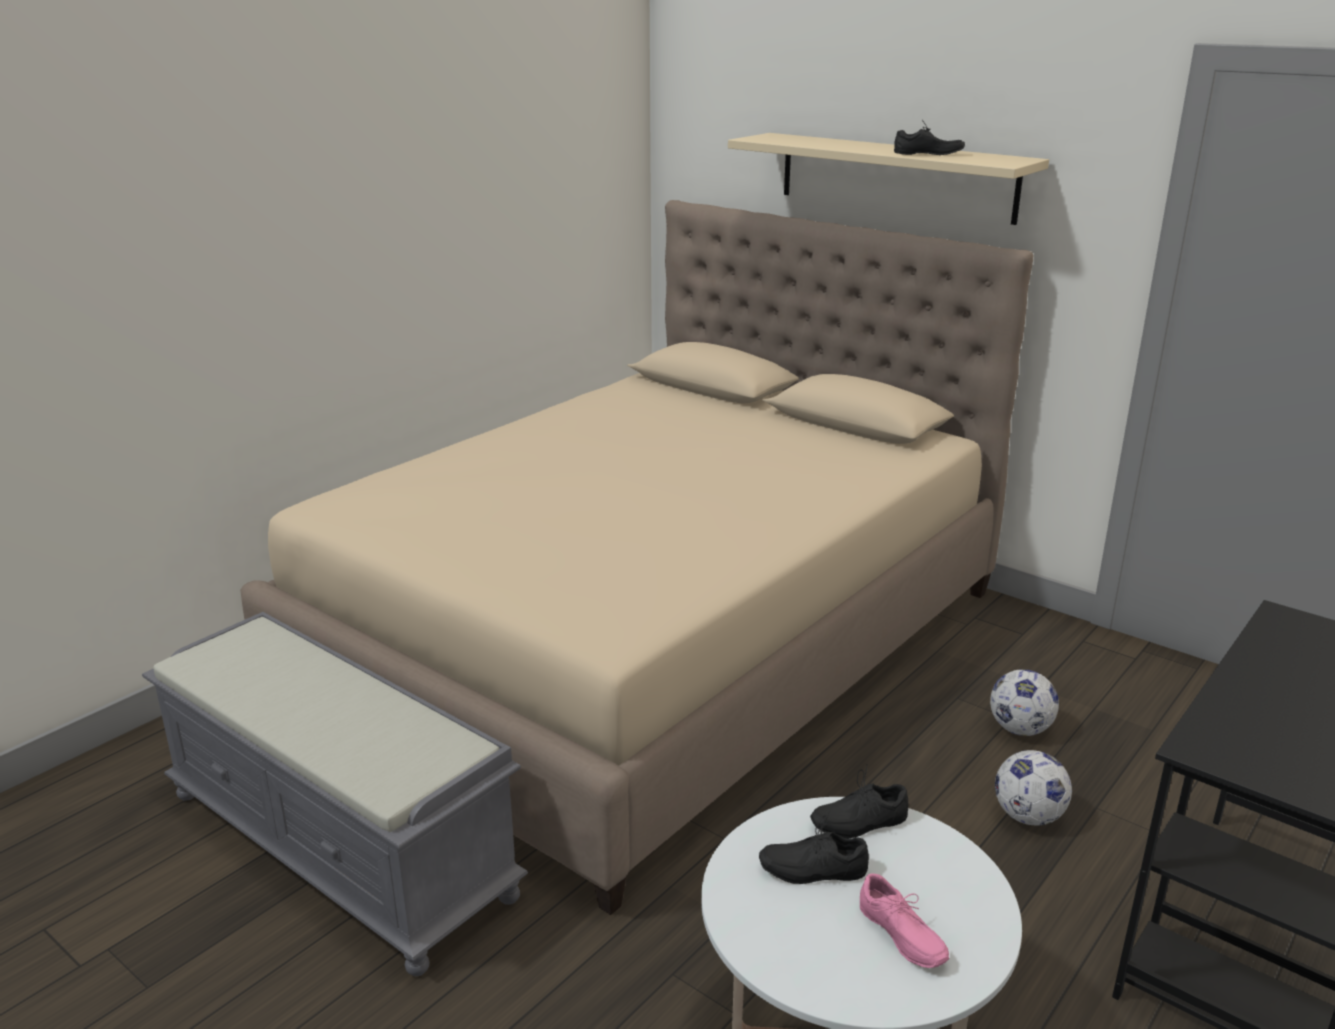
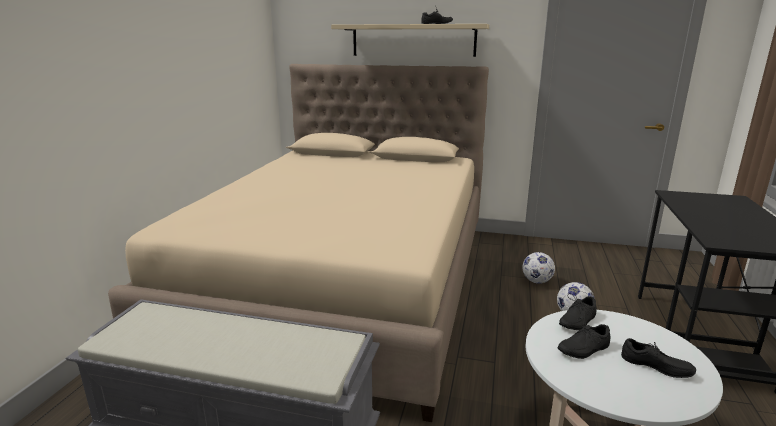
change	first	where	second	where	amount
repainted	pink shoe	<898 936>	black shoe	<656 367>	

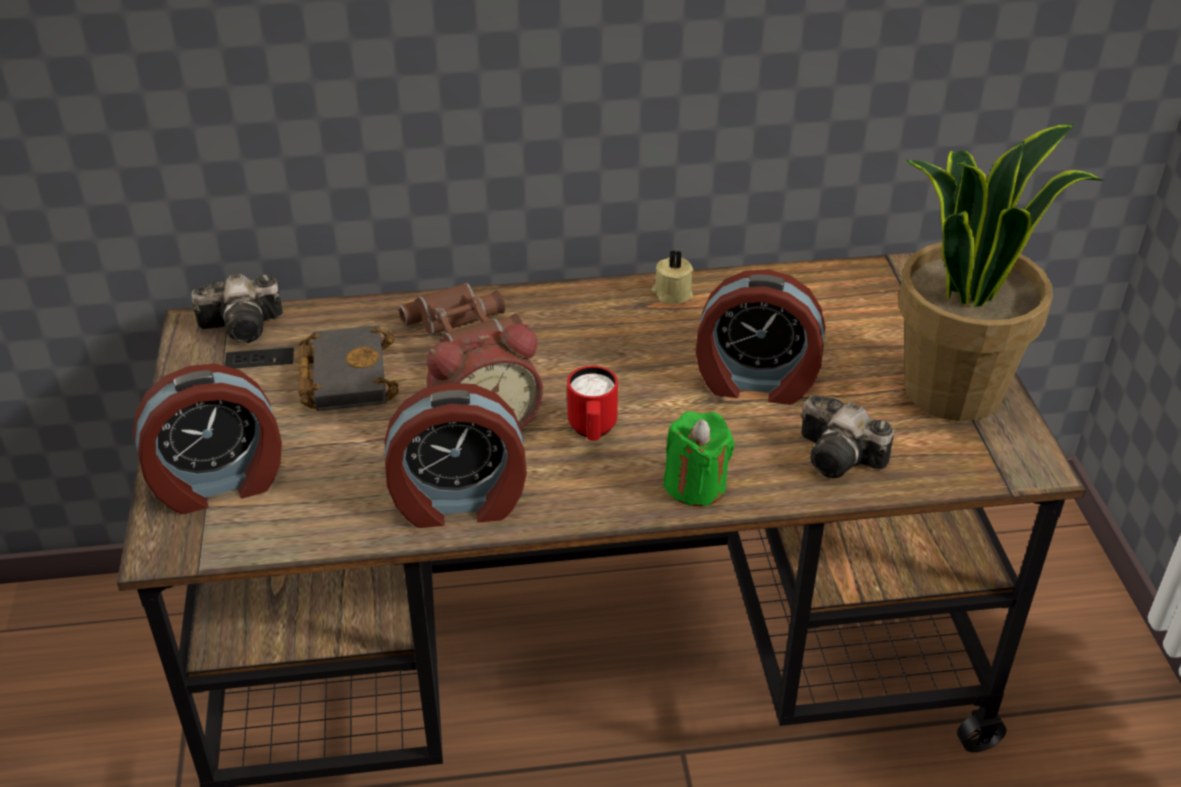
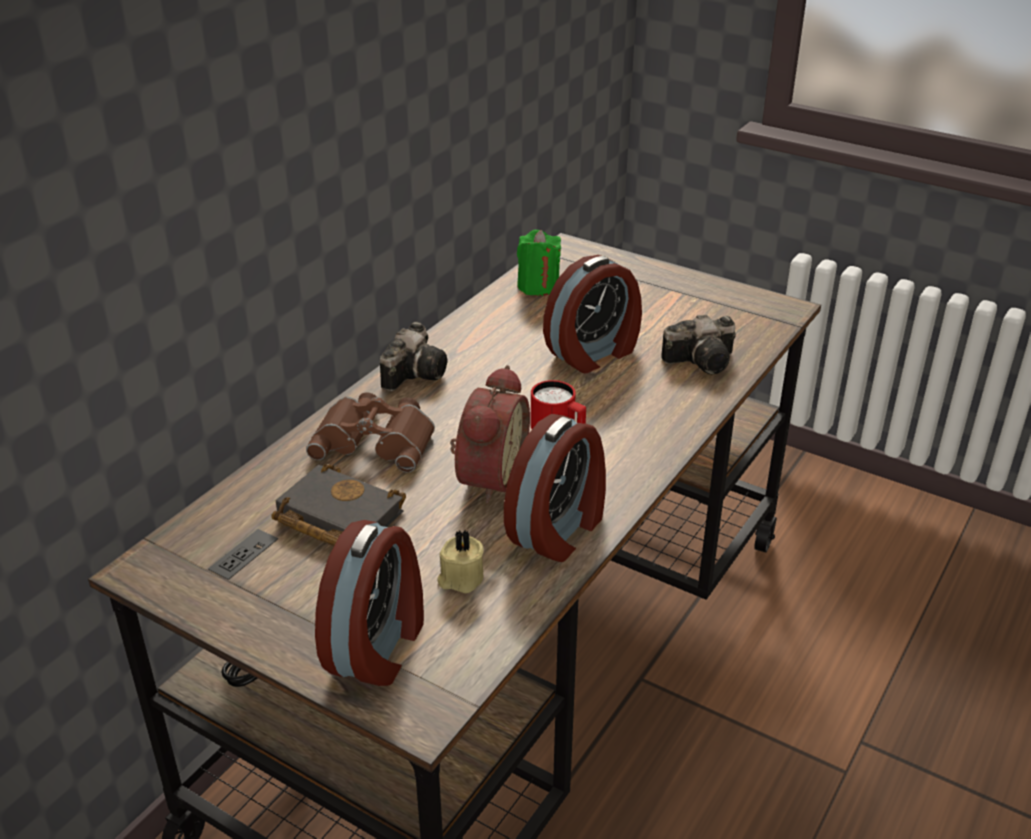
change	first	where	second	where	amount
gone	potted plant	<952 388>			
shifted	beige candle	<671 293>		<460 578>	
shifted	photo camera	<246 325>		<415 372>	
shifted	green candle	<695 485>		<538 286>	

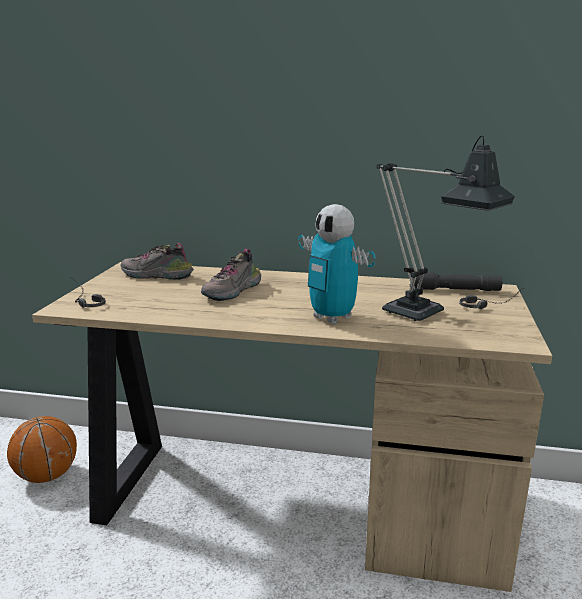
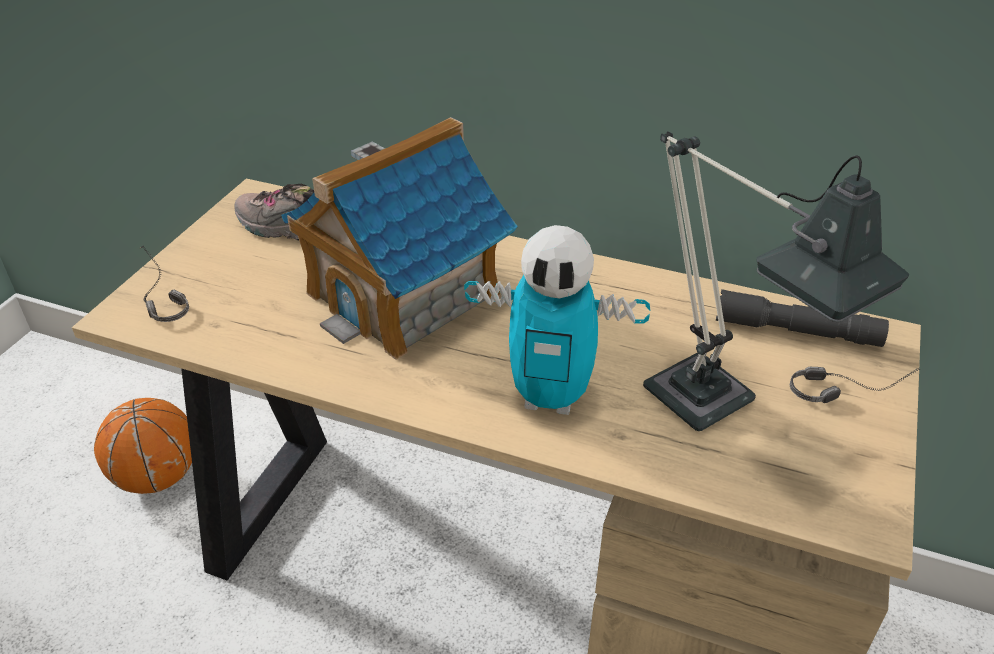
change	first	where	second	where	amount
rotated	toy robot	<332 318>		<550 397>	45 degrees counterclockwise
swapped	shoe	<233 292>	toy house	<405 294>	

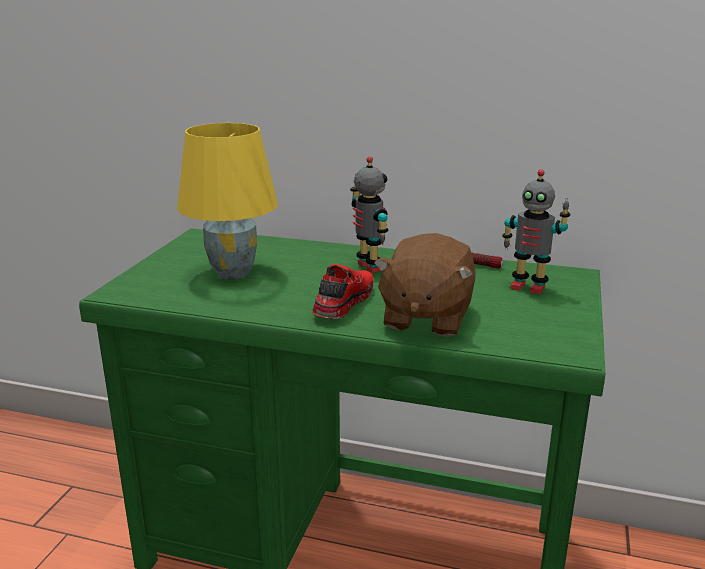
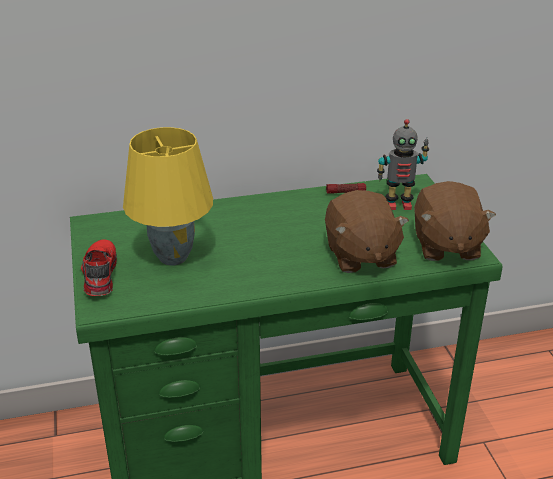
change	first	where	second	where	amount
gone	toy robot	<369 267>			
shifted	red shoe	<342 302>		<99 274>	
new			brown plush toy	<445 246>	

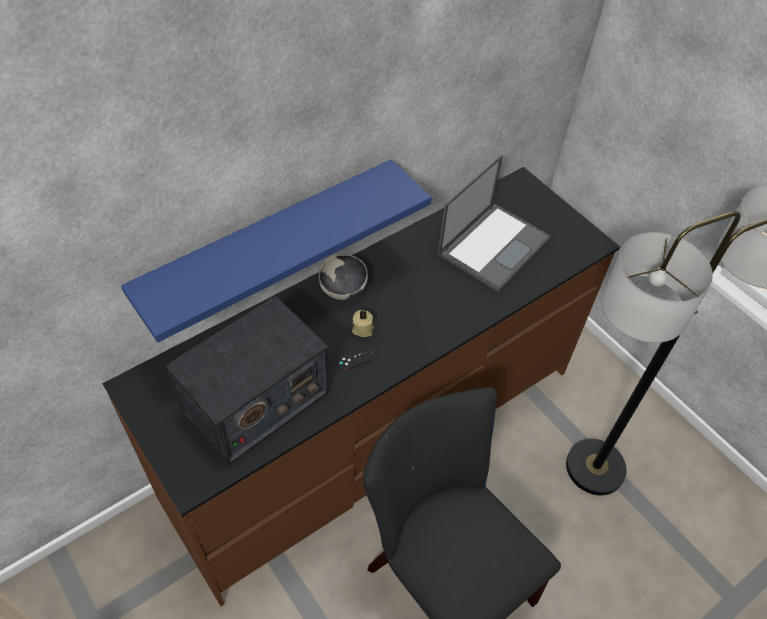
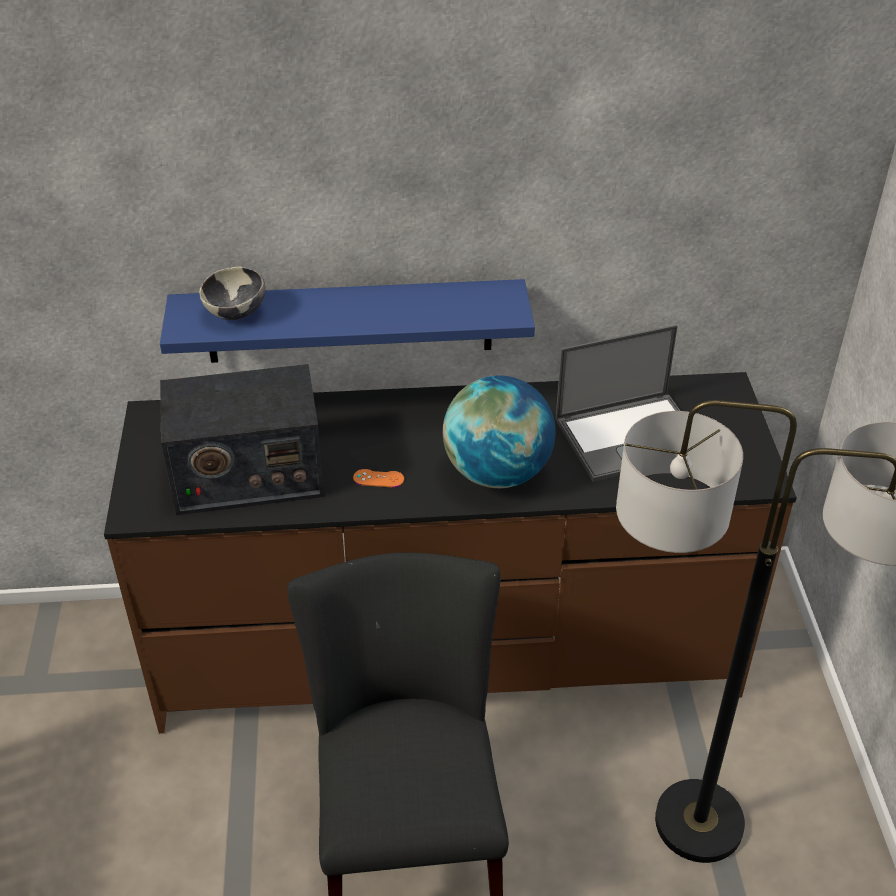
change	first	where	second	where	amount
shifted	bowl	<343 290>		<236 313>	
gone	beige candle	<362 328>			
repainted	black game controller	<356 358>	orange game controller	<378 478>	
new			globe	<497 473>	

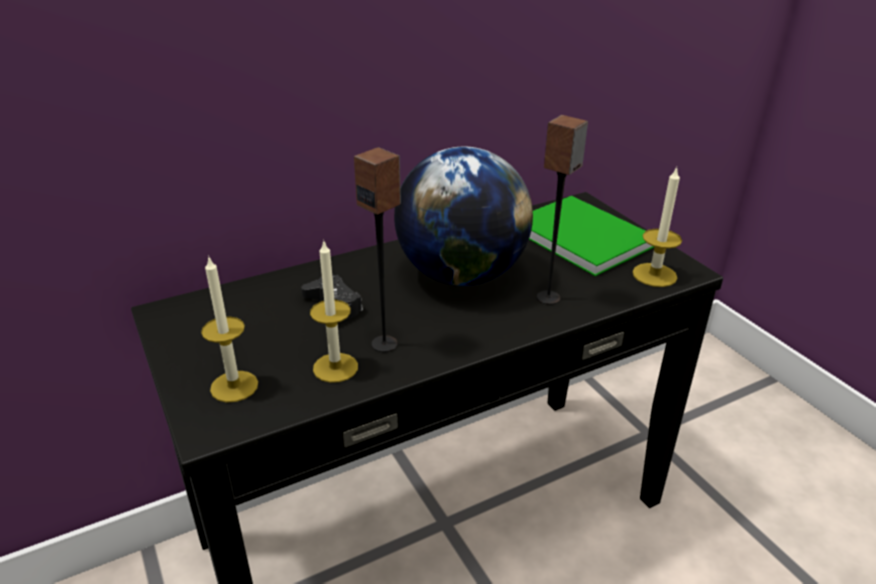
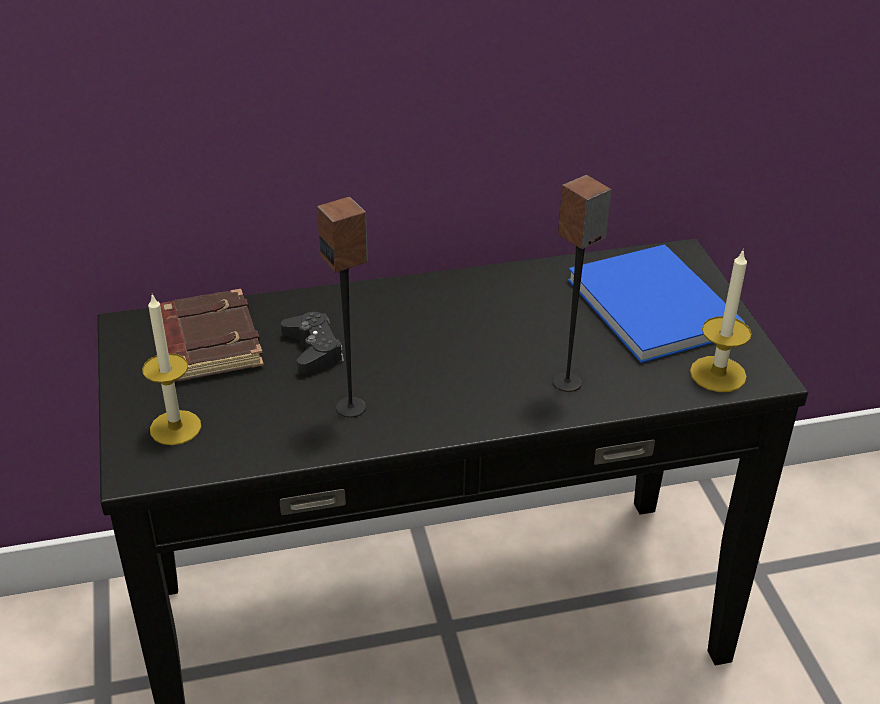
change	first	where	second	where	amount
gone	globe	<461 275>			
repainted	green book	<581 235>	blue book	<654 302>	
gone	candle	<335 367>			
new			brown book	<207 343>	

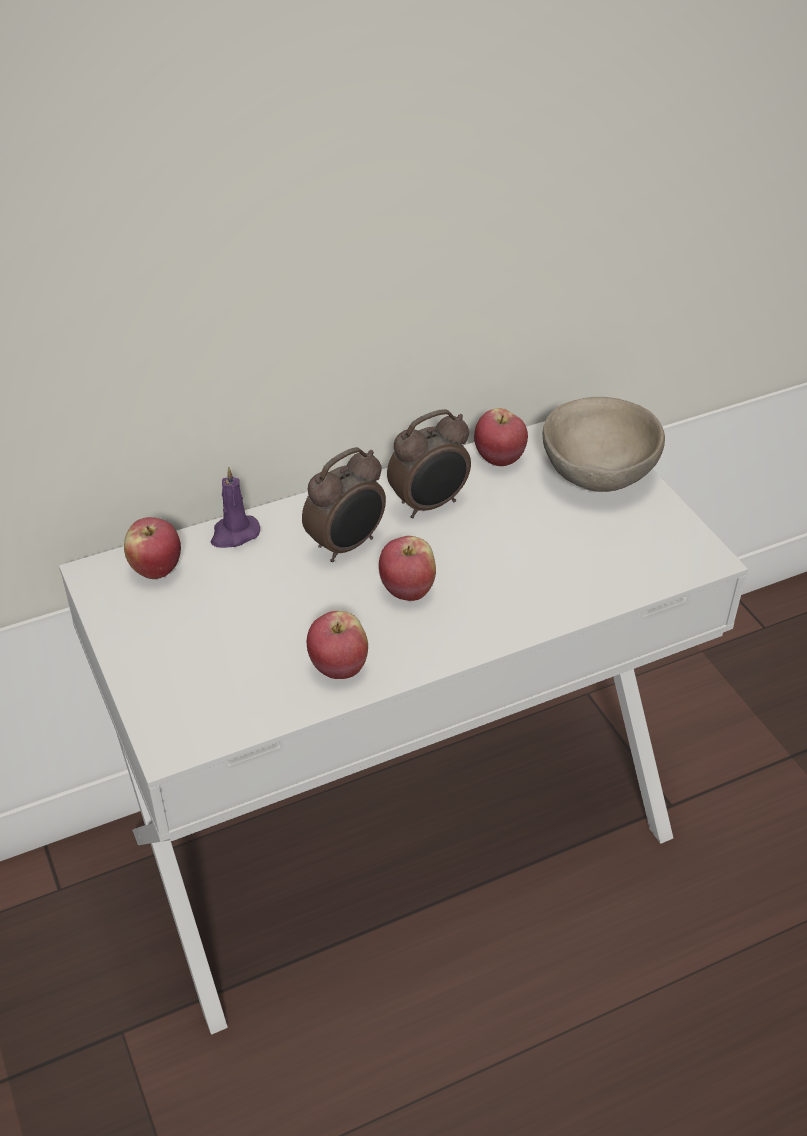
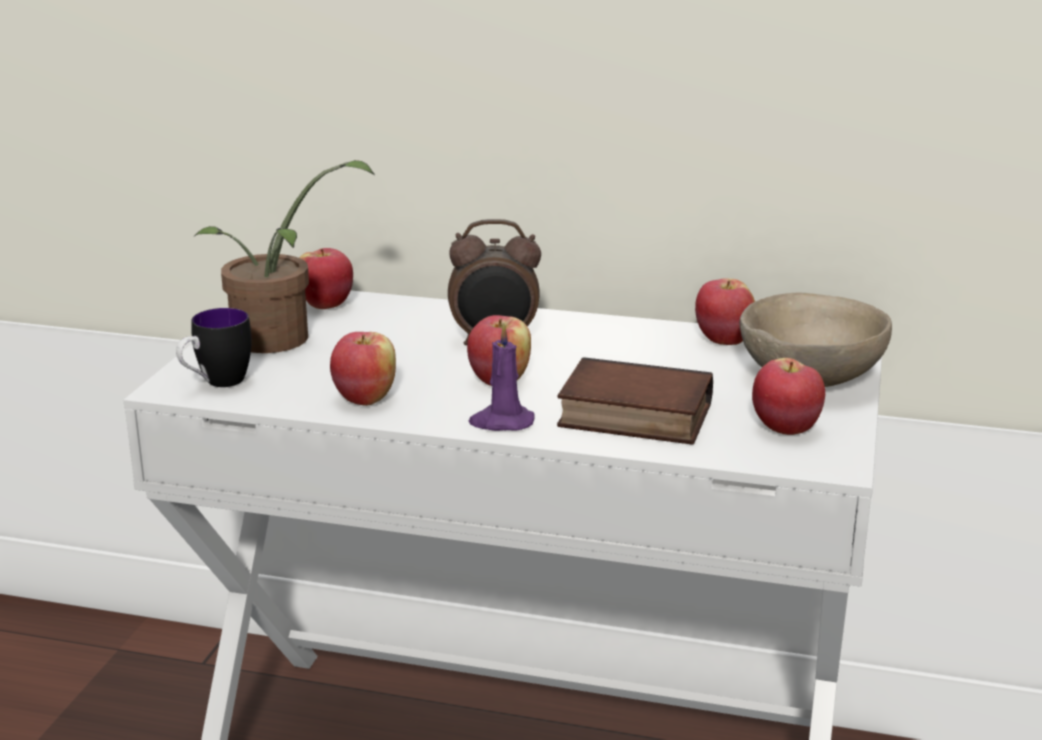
change	first	where	second	where	amount
gone	alarm clock	<430 505>			
shifted	purple candle	<234 534>		<501 422>	
new			potted plant	<280 340>	
new			mug	<216 383>	
new			book	<632 416>	
new			apple	<785 428>	

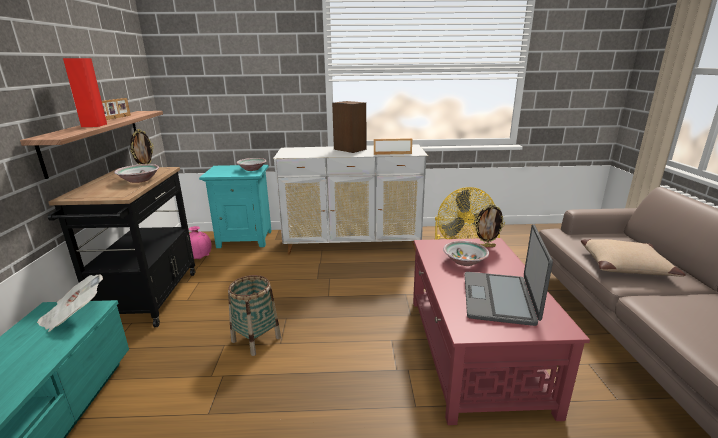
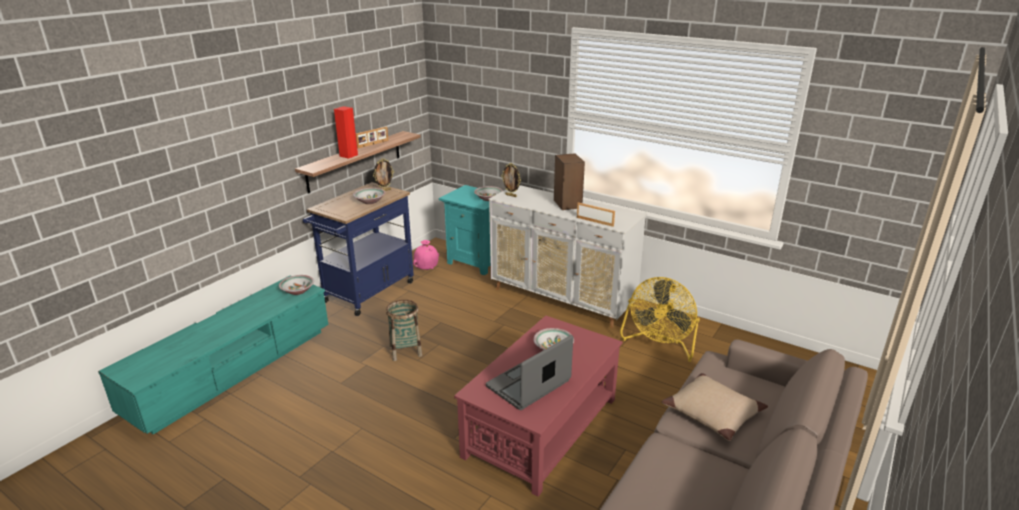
change	first	where	second	where	amount
repainted	black cart	<148 300>	blue cart	<367 293>	
shifted	picture frame	<486 246>		<511 195>	
swapped	newspaper	<74 316>	bowl	<297 291>	

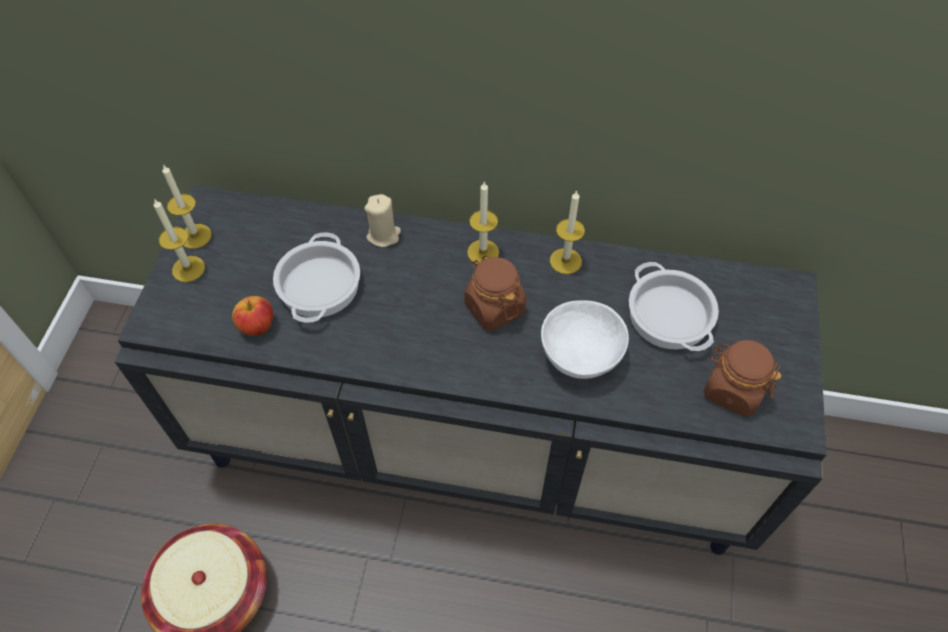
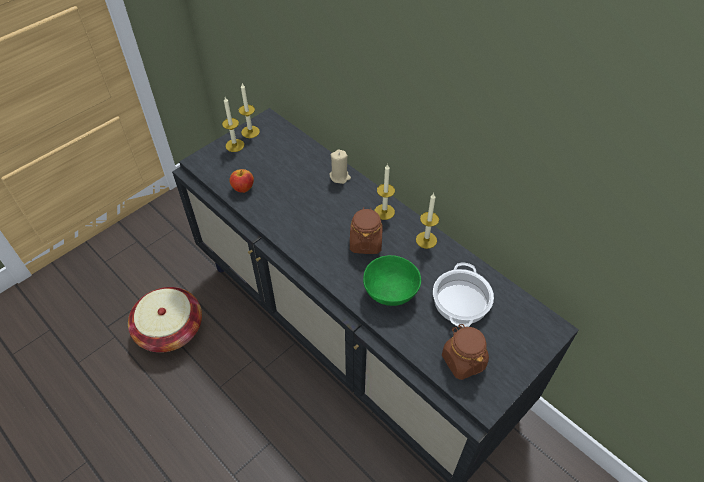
change	first	where	second	where	amount
gone	cooking pot	<318 285>			
repainted	white bowl	<578 356>	green bowl	<389 292>	

